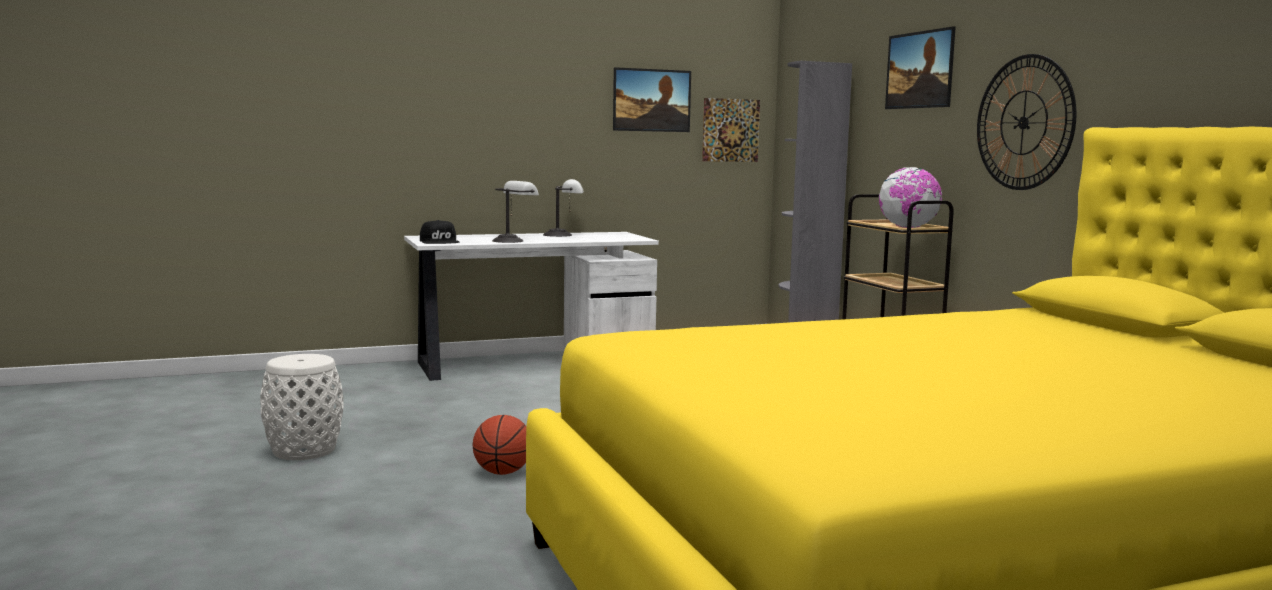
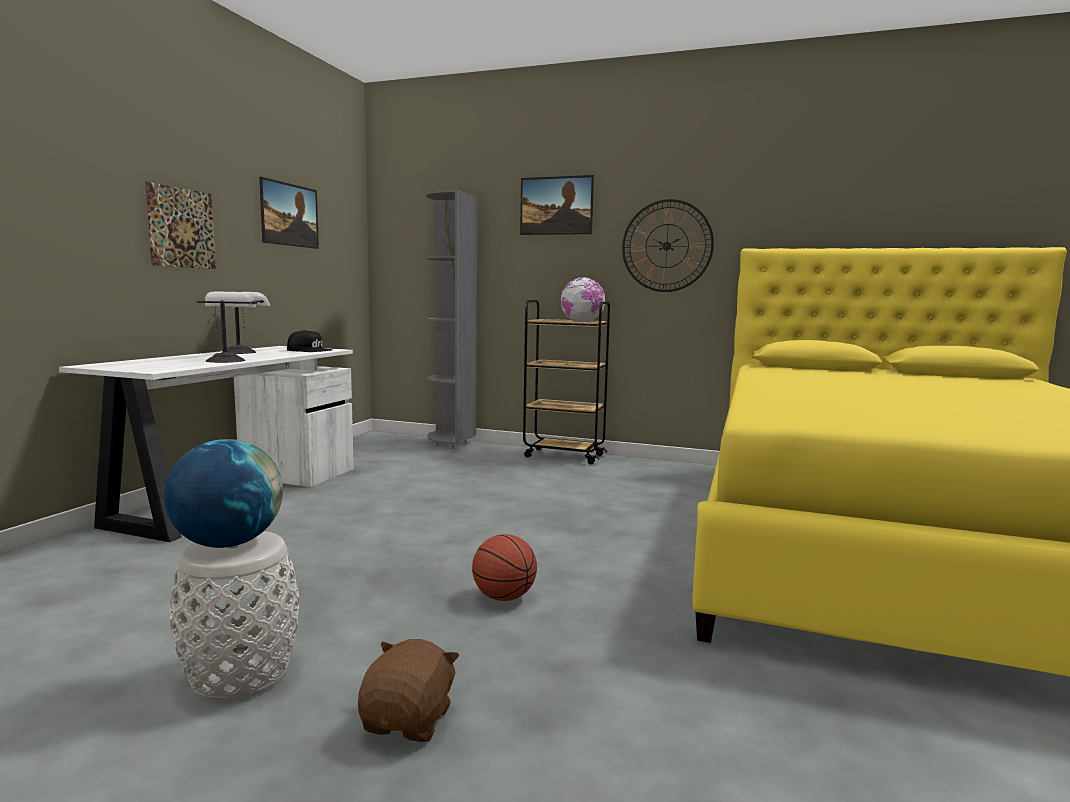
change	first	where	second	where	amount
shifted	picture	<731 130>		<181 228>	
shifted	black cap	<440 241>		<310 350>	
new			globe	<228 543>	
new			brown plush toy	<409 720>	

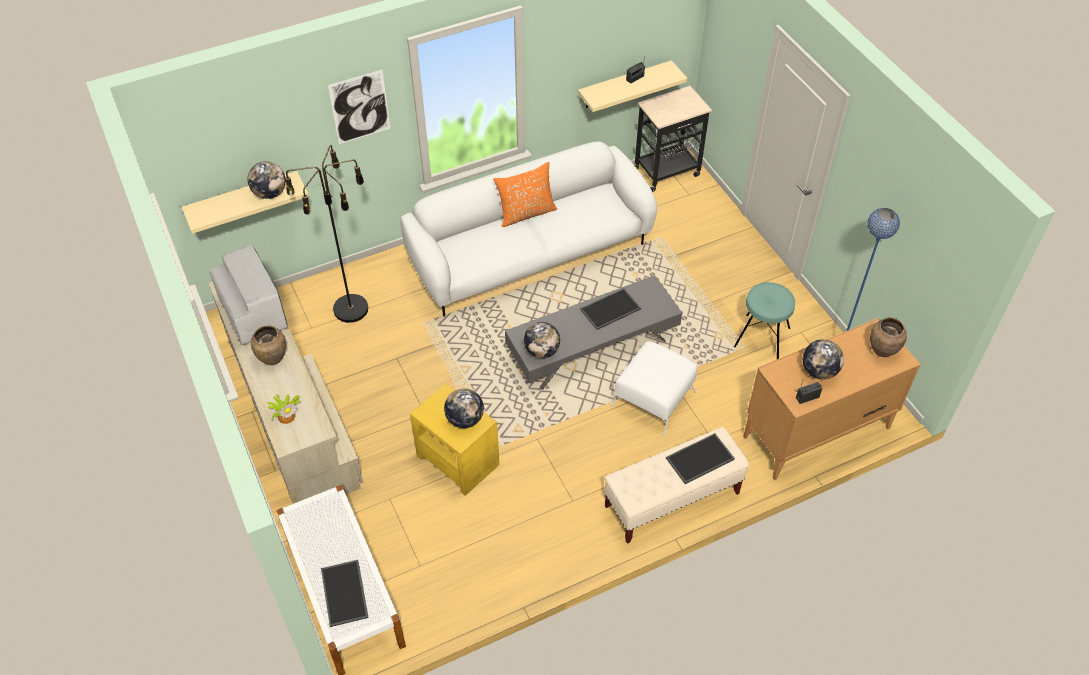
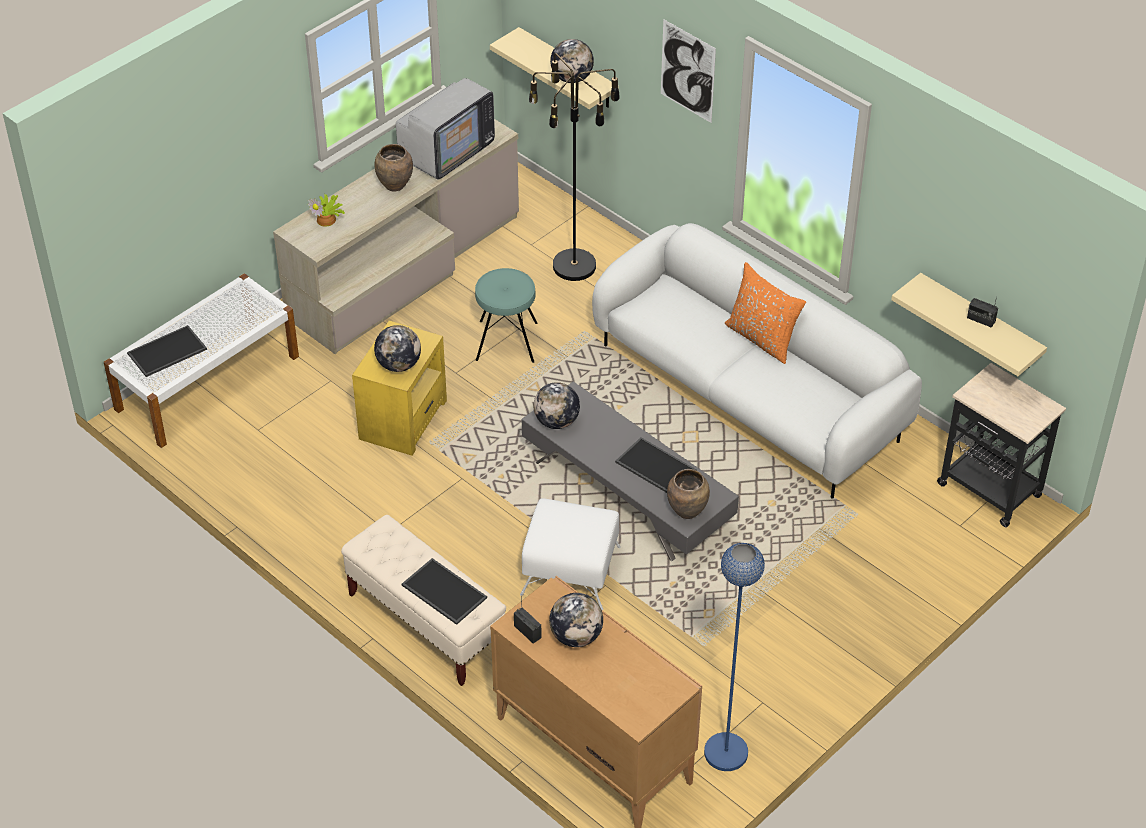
change	first	where	second	where	amount
shifted	turquoise stool	<762 337>		<507 341>	
shifted	brown vase	<882 350>		<687 511>	

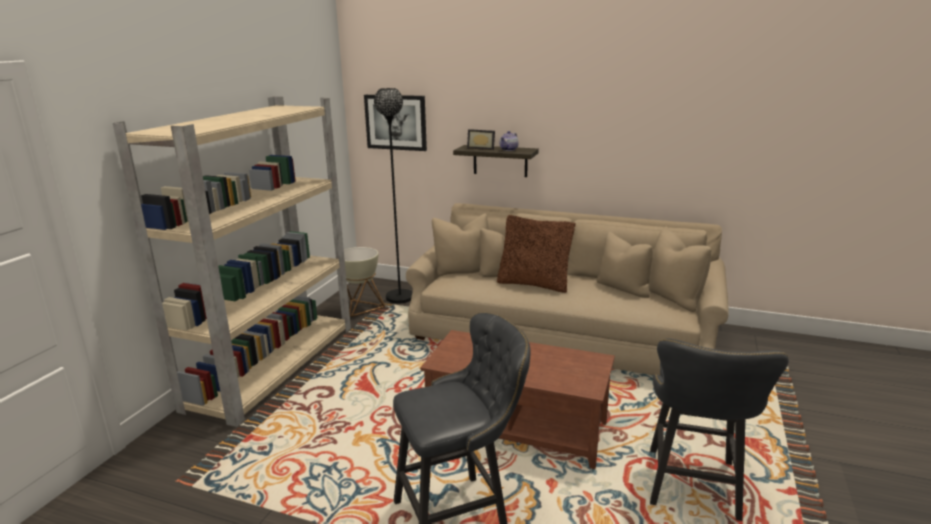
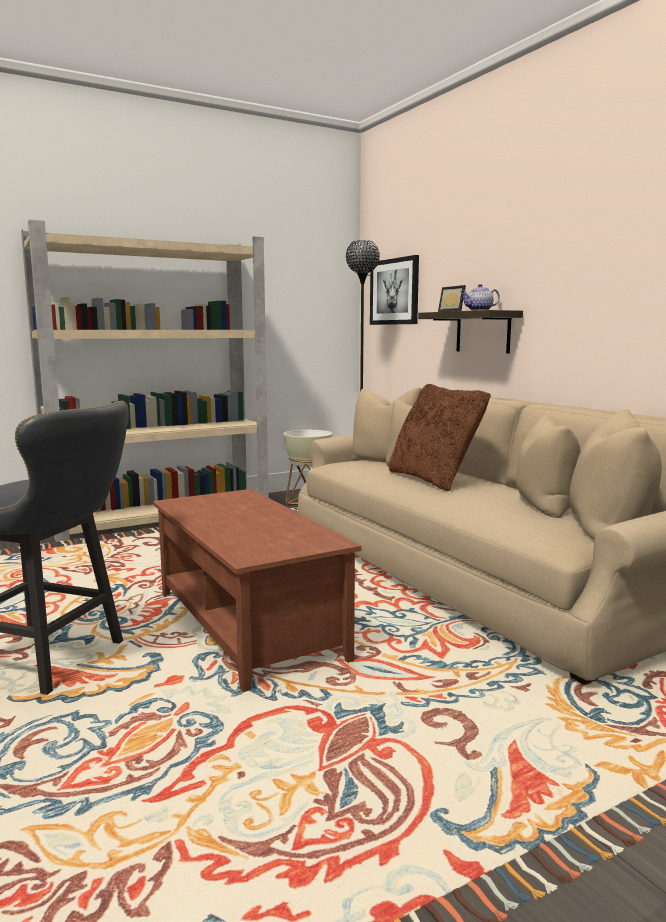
change	first	where	second	where	amount
gone	grey stool	<693 492>			

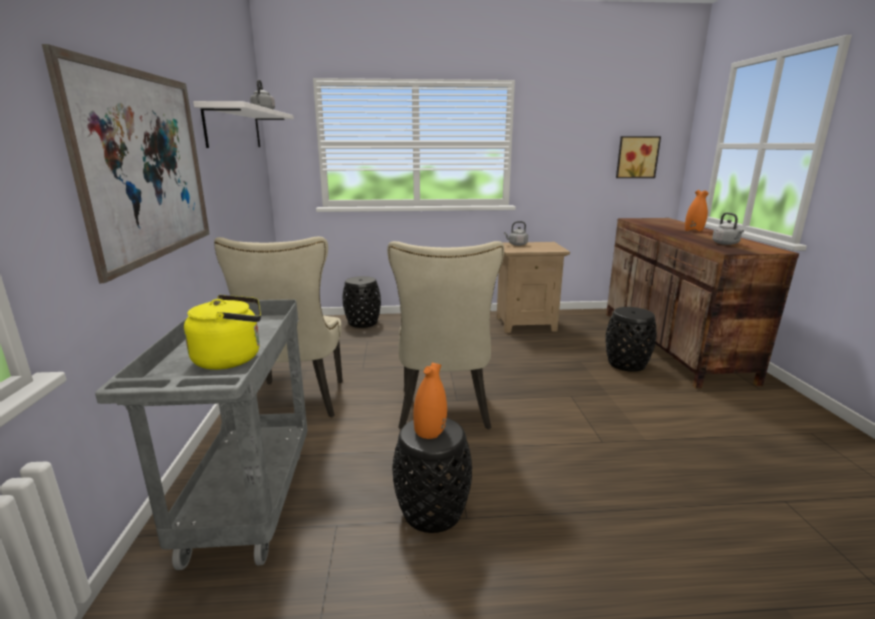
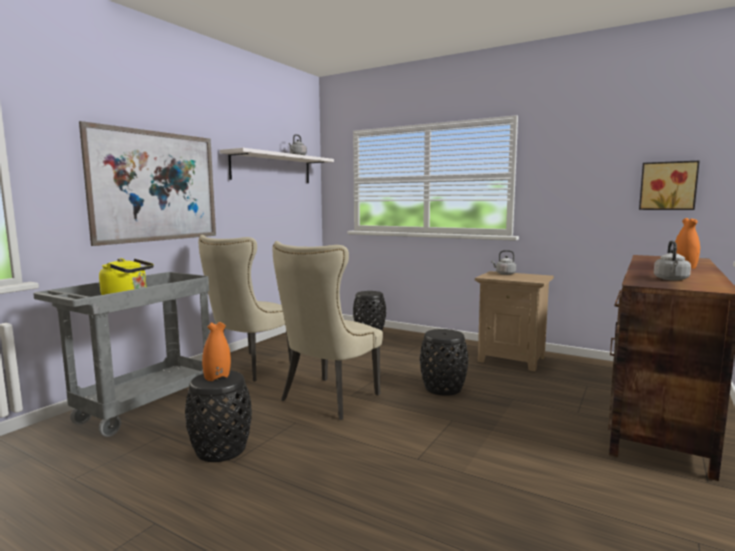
change	first	where	second	where	amount
shifted	black stool	<626 364>		<443 388>	

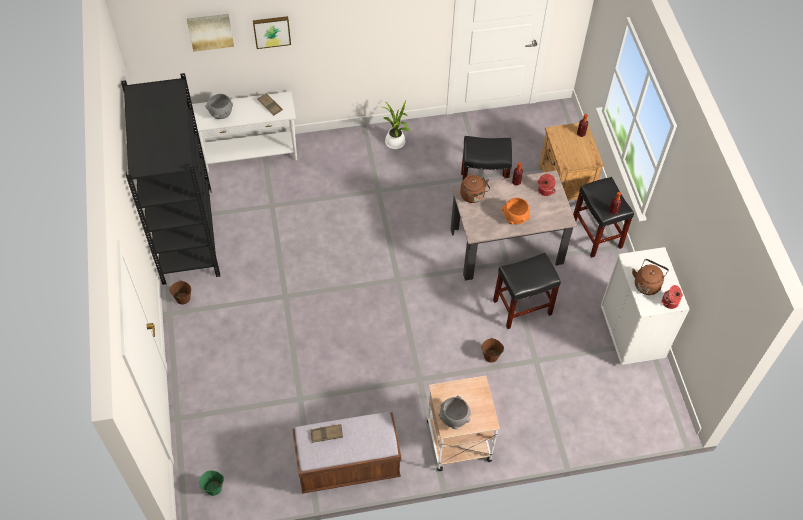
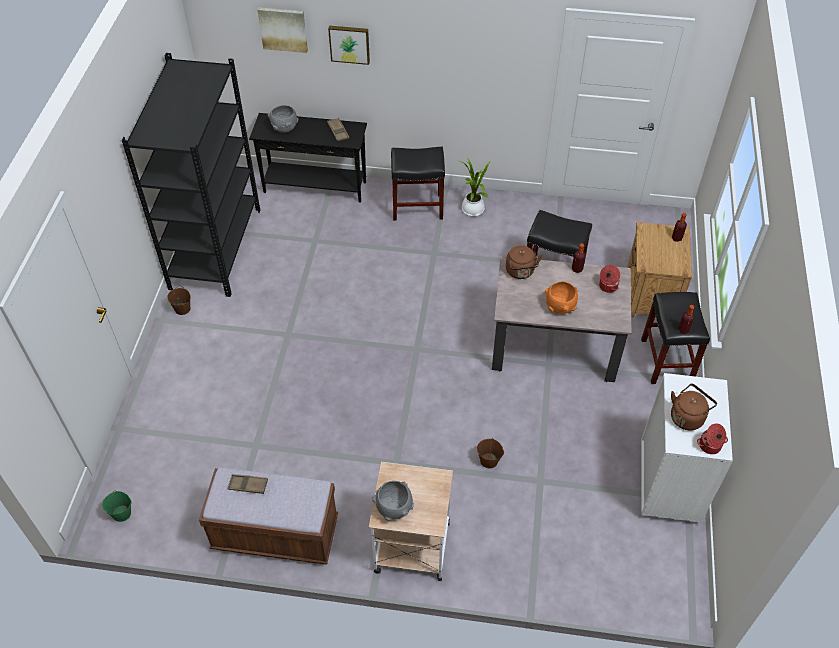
change	first	where	second	where	amount
repainted	white console table	<251 155>	black console table	<316 187>	
shifted	black stool	<522 307>		<417 207>	

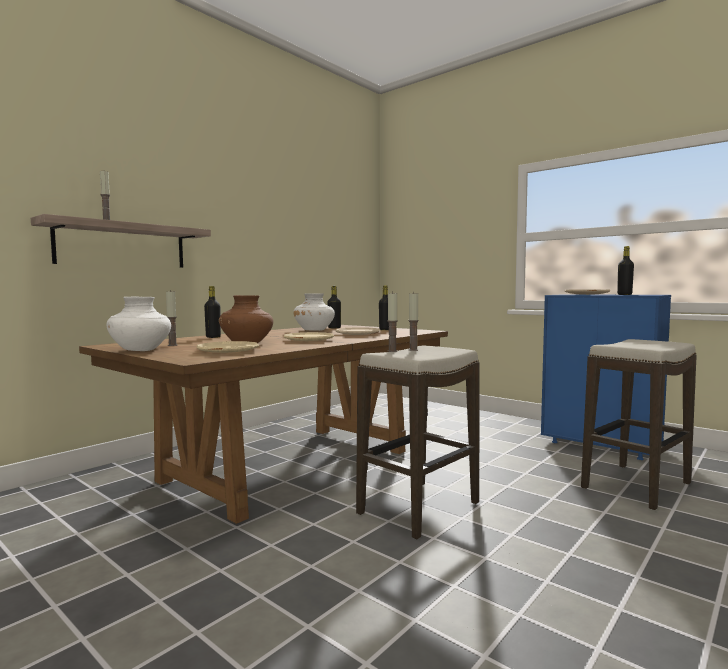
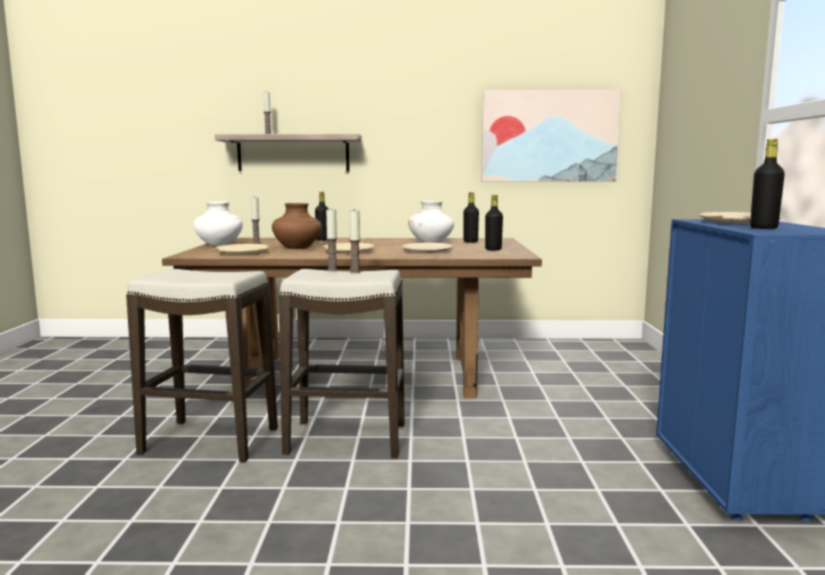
change	first	where	second	where	amount
shifted	stool	<636 486>		<210 441>	
new			picture	<549 136>	

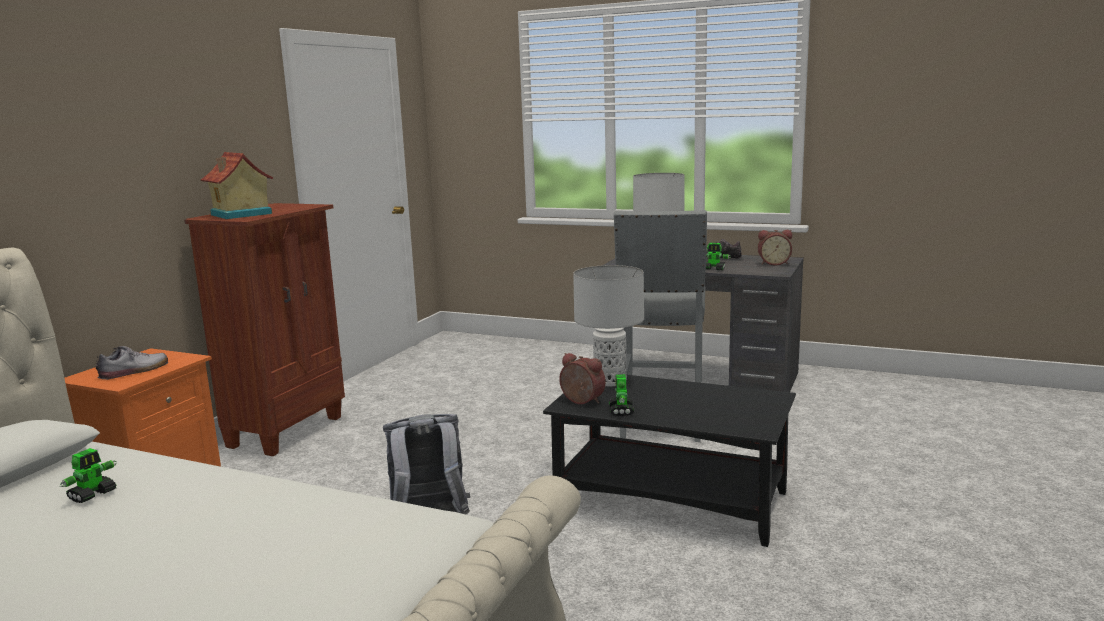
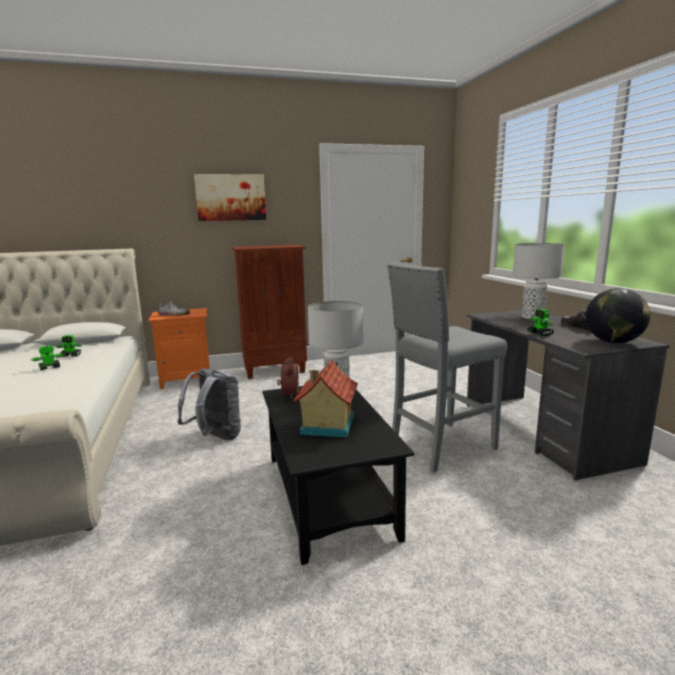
change	first	where	second	where	amount
shifted	toy house	<239 214>		<326 425>	
swapped	alarm clock	<773 263>	globe	<613 342>	
shifted	toy robot	<621 411>		<49 368>	
new			picture	<231 197>	

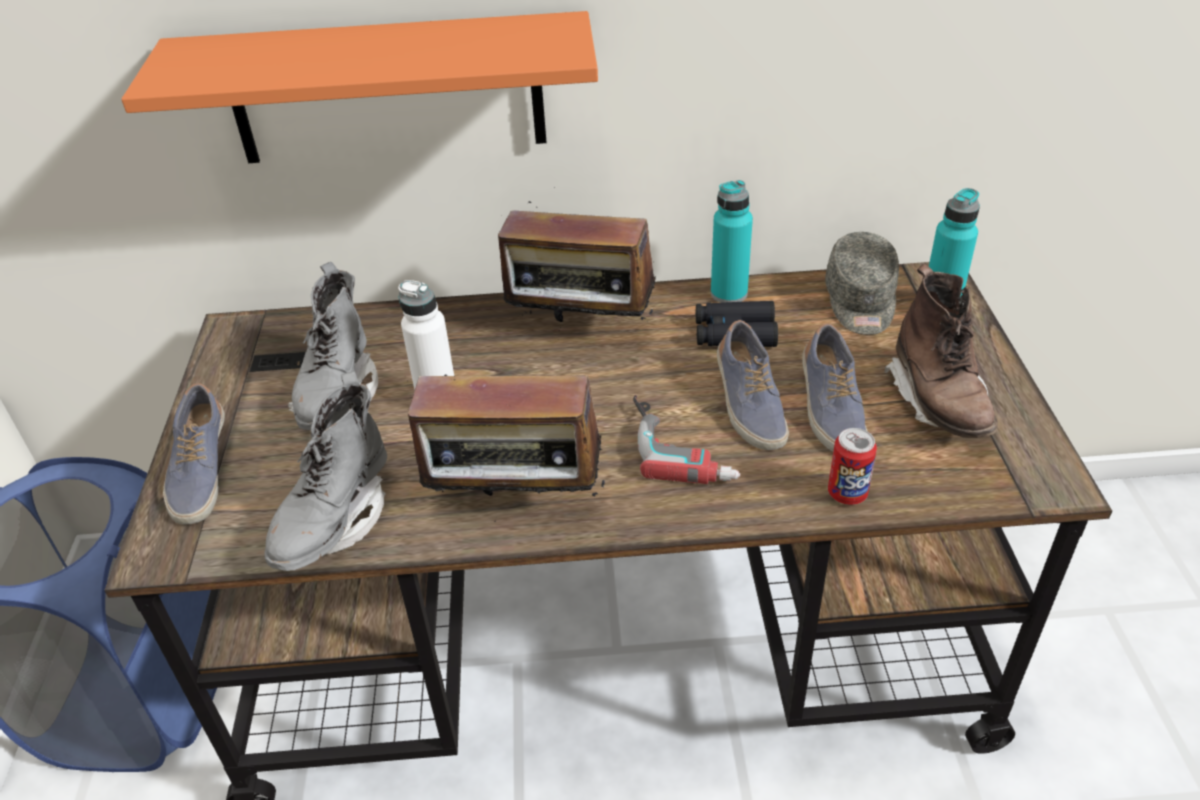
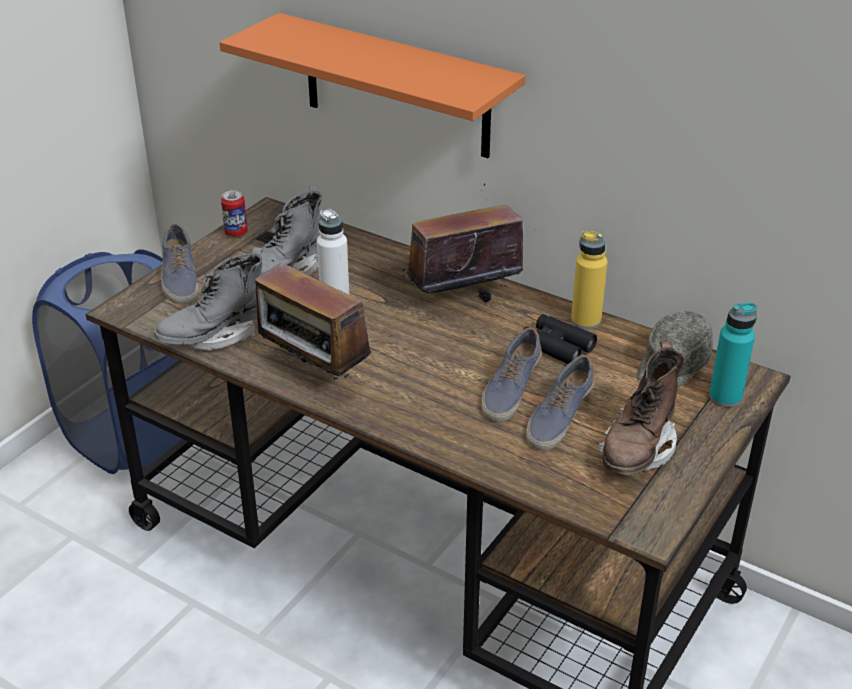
change	first	where	second	where	amount
repainted	turquoise bottle	<729 293>	yellow bottle	<586 321>	
rotated	radio	<581 330>		<462 300>	105 degrees clockwise
rotated	shoe	<200 472>		<179 279>	45 degrees counterclockwise
gone	power drill	<683 445>			
shifted	can	<847 493>		<236 233>	

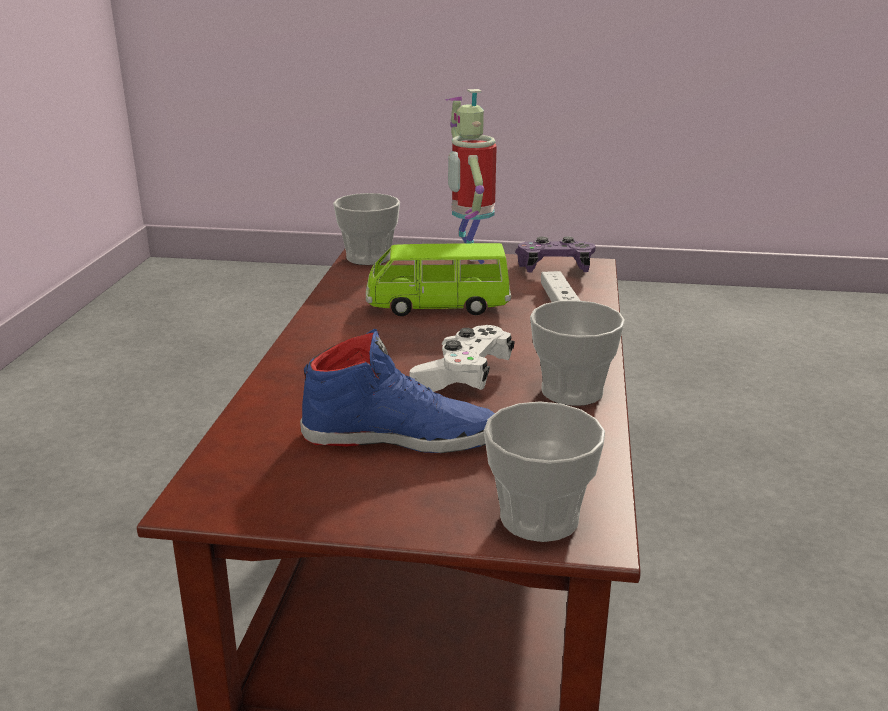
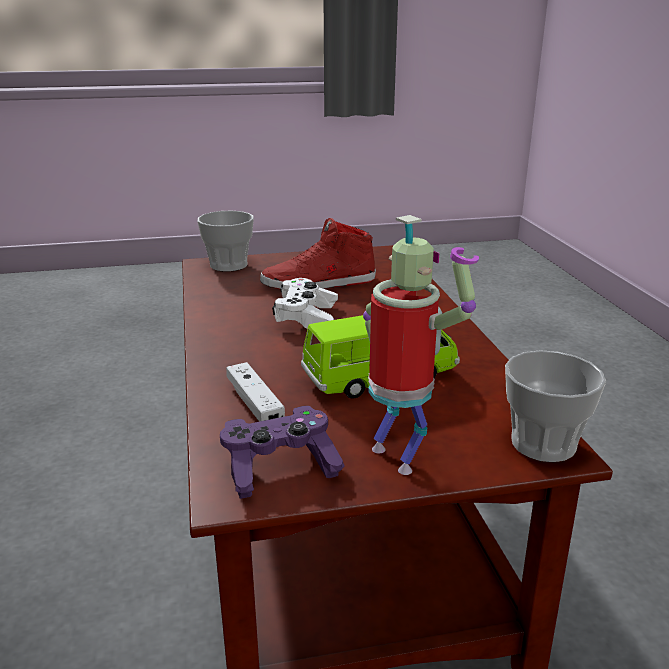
change	first	where	second	where	amount
gone	cup	<572 391>			
repainted	blue shoe	<400 435>	red shoe	<319 283>	

